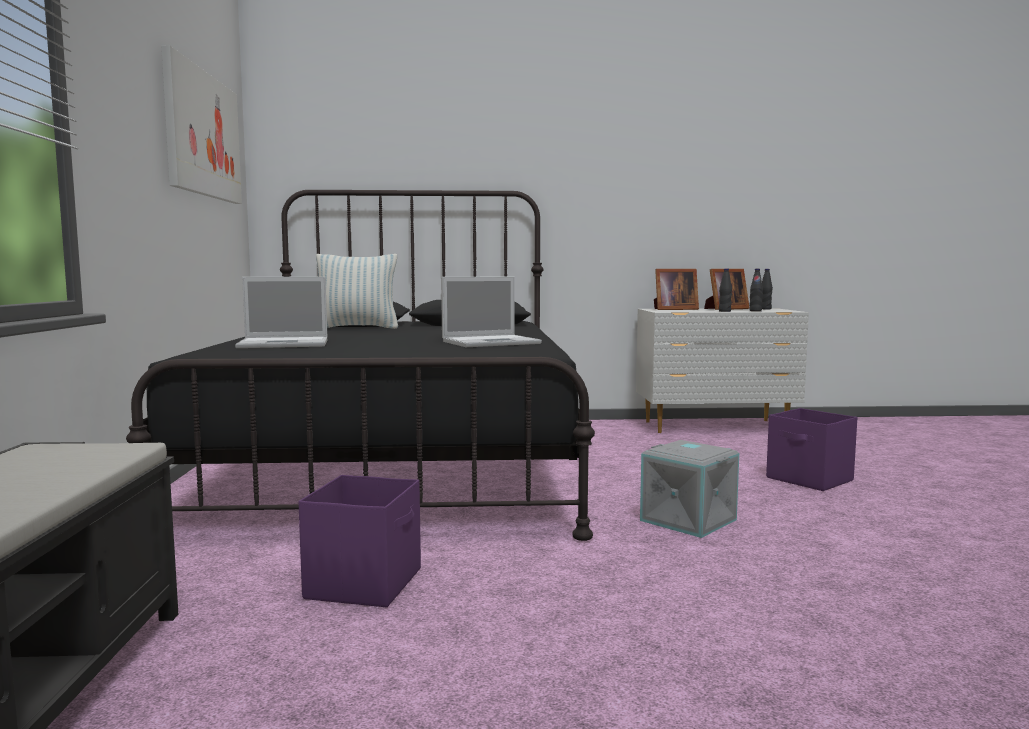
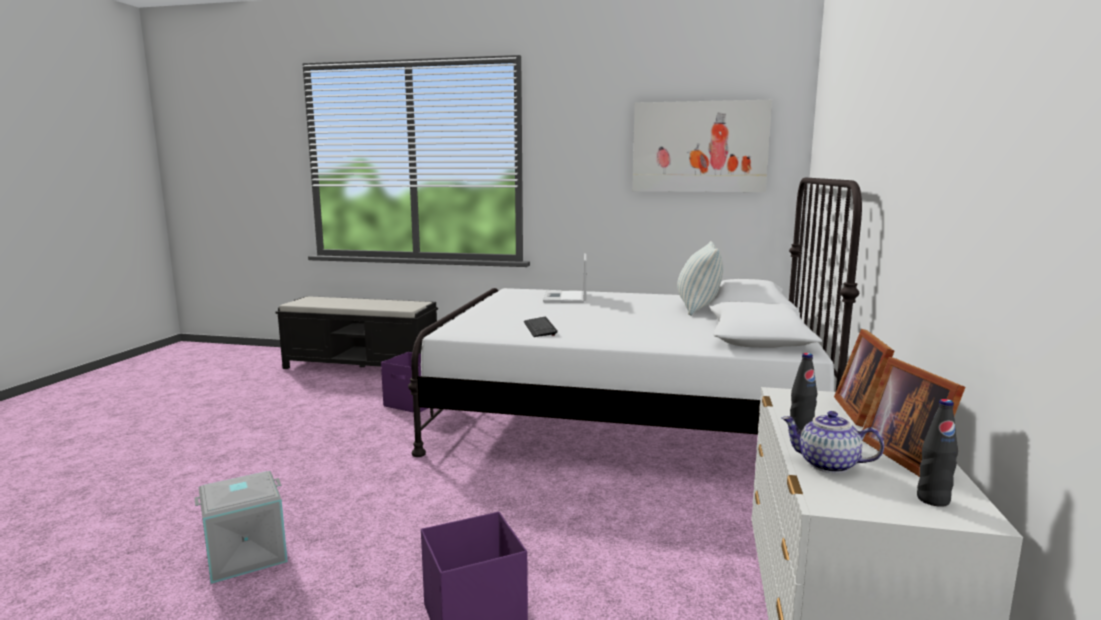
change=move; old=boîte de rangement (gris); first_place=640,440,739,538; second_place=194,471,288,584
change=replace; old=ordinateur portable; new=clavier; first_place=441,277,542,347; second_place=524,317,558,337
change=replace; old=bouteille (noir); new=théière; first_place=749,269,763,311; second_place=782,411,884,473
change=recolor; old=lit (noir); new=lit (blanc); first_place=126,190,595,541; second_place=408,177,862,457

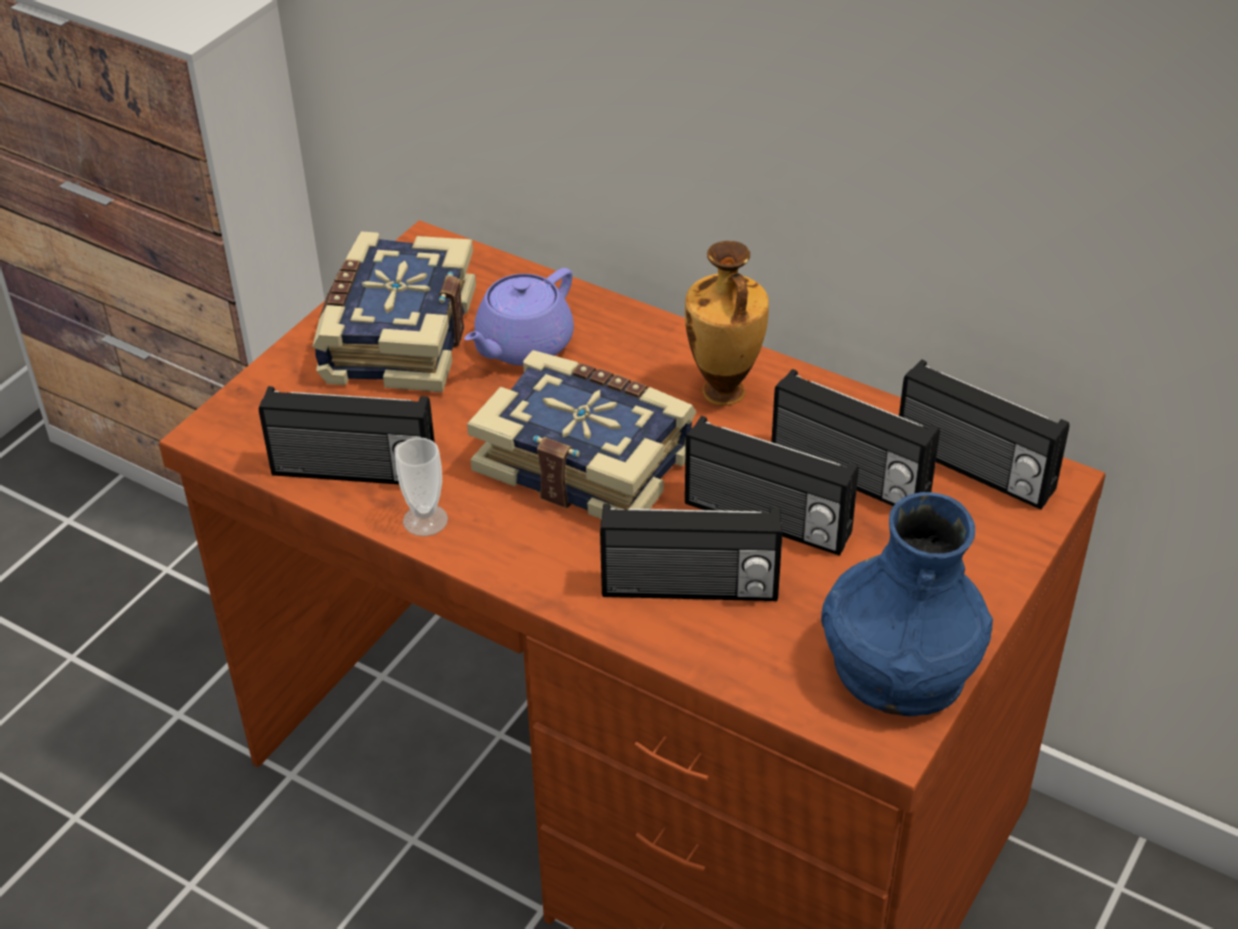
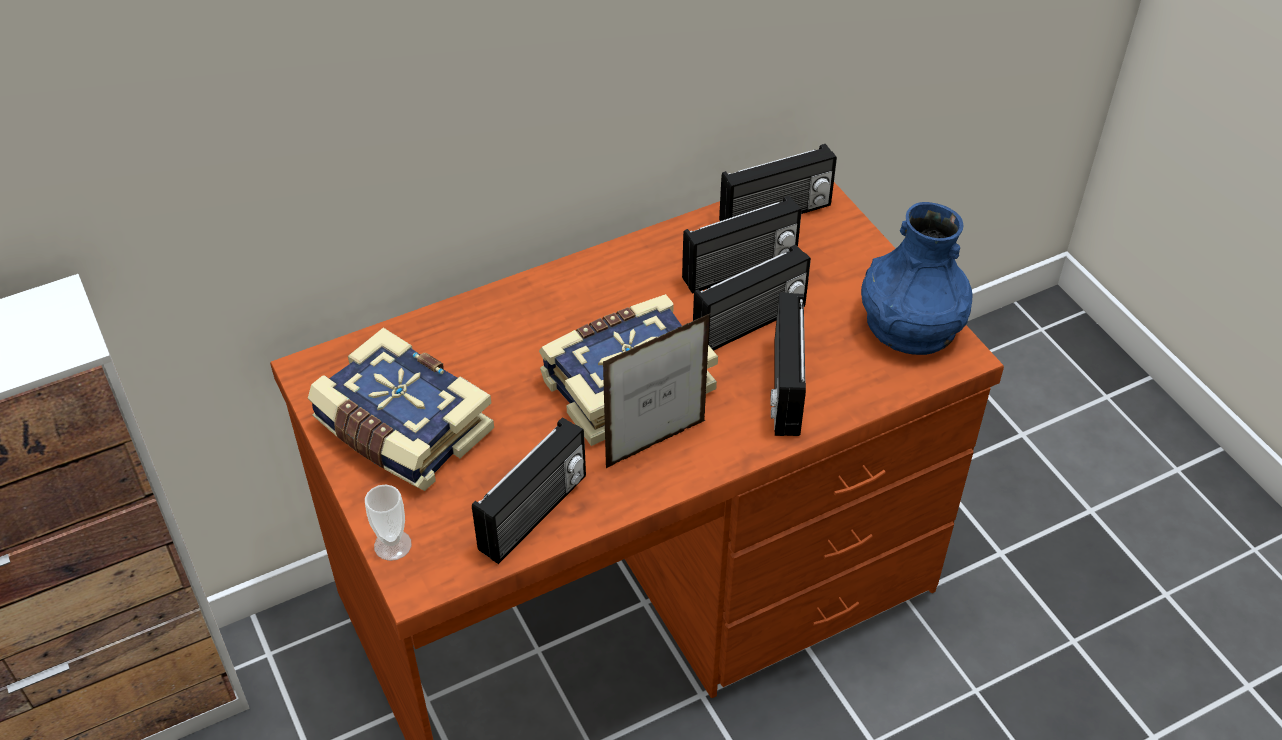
change=delete; old=théière (violet); first_place=464,268,574,366
change=delete; old=vase; first_place=685,241,769,406
change=insert; new=cadre photo; second_place=603,314,710,468
change=move; old=tasse; first_place=395,437,448,536; second_place=365,484,412,561
change=rotate; old=radio; first_place=600,504,782,601; second_place=770,292,806,436; degrees=150

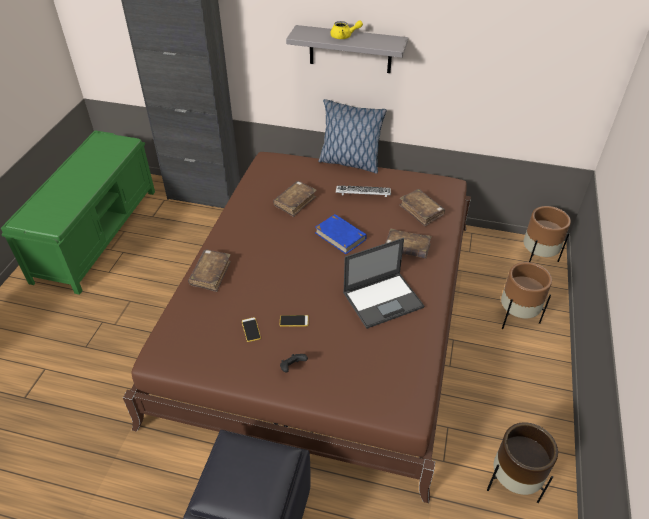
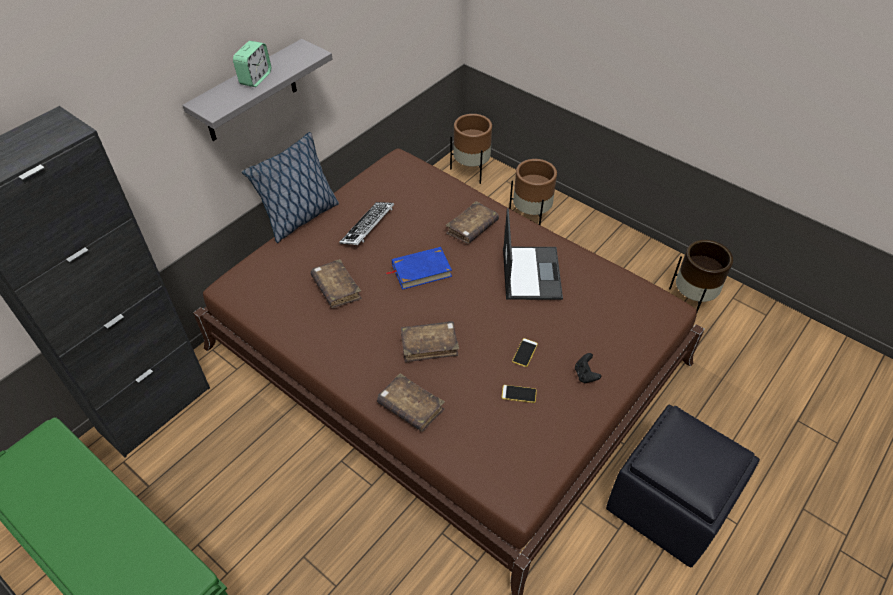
change=move; old=livre (marron); first_place=399,189,445,226; second_place=401,321,459,363
change=replace; old=théière (jaune); new=réveil; first_place=330,21,363,39; second_place=233,41,271,87

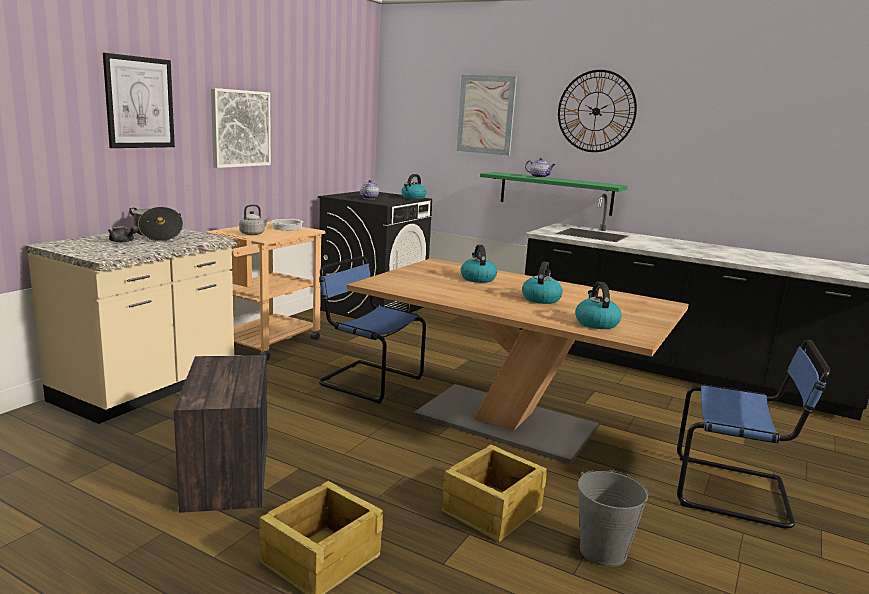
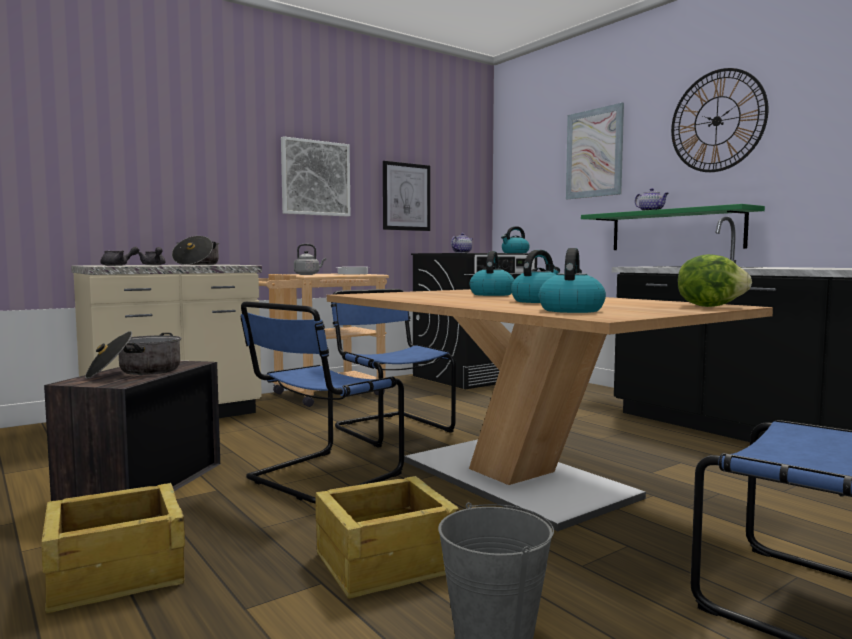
change=insert; new=marmite; second_place=85,331,181,379
change=insert; new=théière (gris); second_place=100,246,139,266
change=insert; new=chaise (bleu); second_place=240,302,404,503
change=insert; new=laitue; second_place=678,254,752,307
change=move; old=tableau; first_place=103,53,175,148; second_place=383,161,430,231

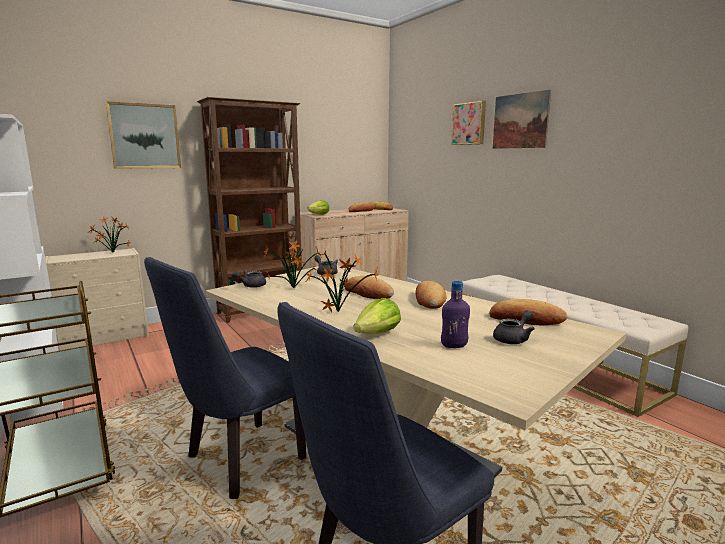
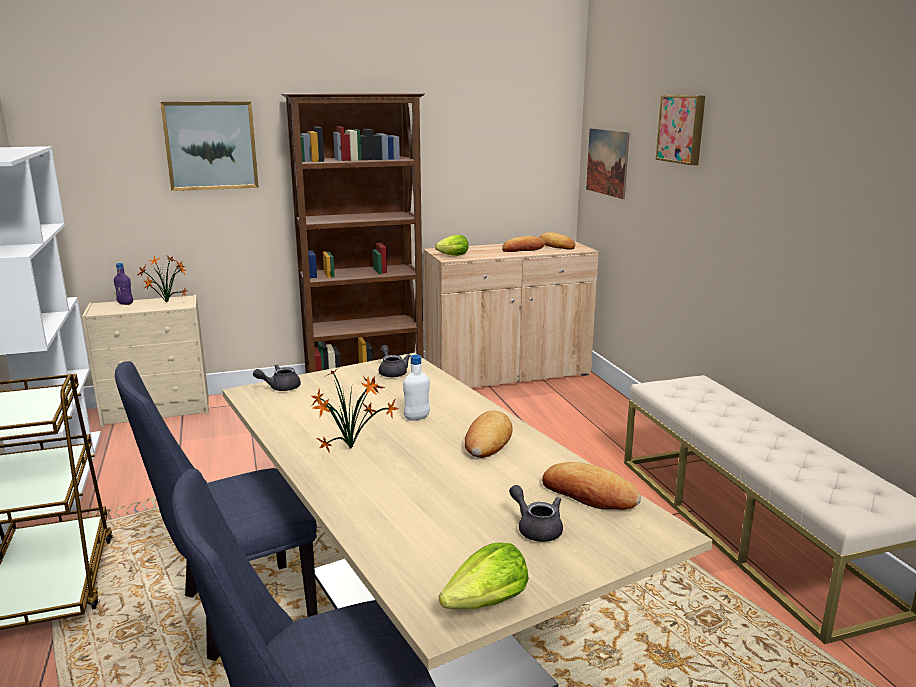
change=delete; old=plante en pot; first_place=263,233,322,288
change=move; old=laitue; first_place=353,298,401,334; second_place=439,543,529,609
change=move; old=bouteille (violet); first_place=441,281,470,348; second_place=114,263,133,305
change=move; old=tableau; first_place=493,90,551,149; second_place=586,128,629,199
change=replace; old=pain; new=bouteille (blanc); first_place=344,276,394,299; second_place=403,355,430,421
change=rotate; old=théière (gris); first_place=493,310,535,344; second_place=509,485,563,542; degrees=-105

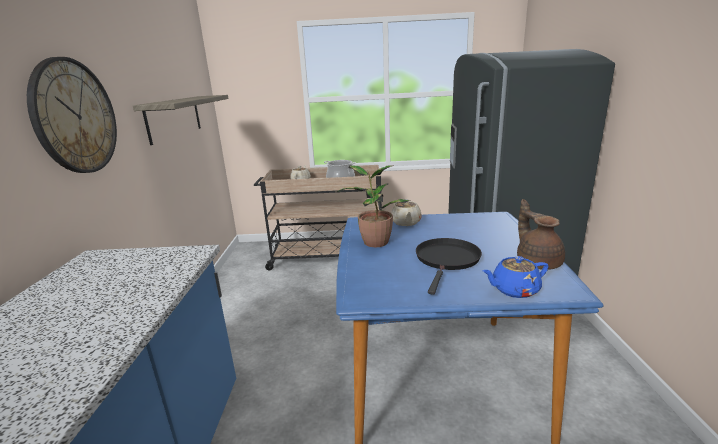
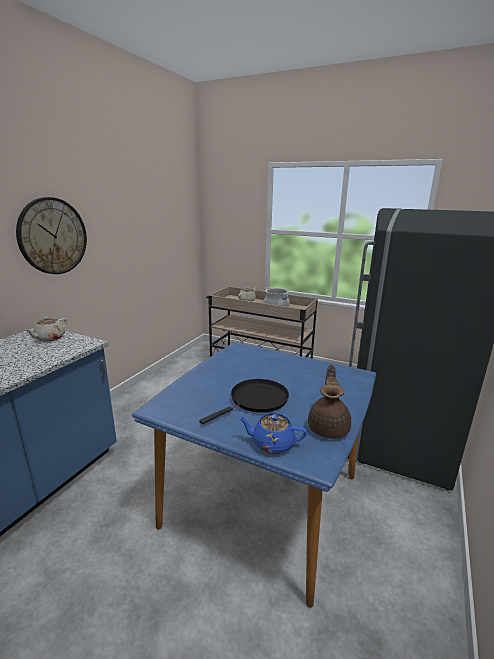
change=delete; old=étagère; first_place=133,95,228,145
change=delete; old=plante en pot; first_place=335,165,410,247
change=move; old=théière (beige); first_place=391,199,422,226; second_place=24,317,67,342

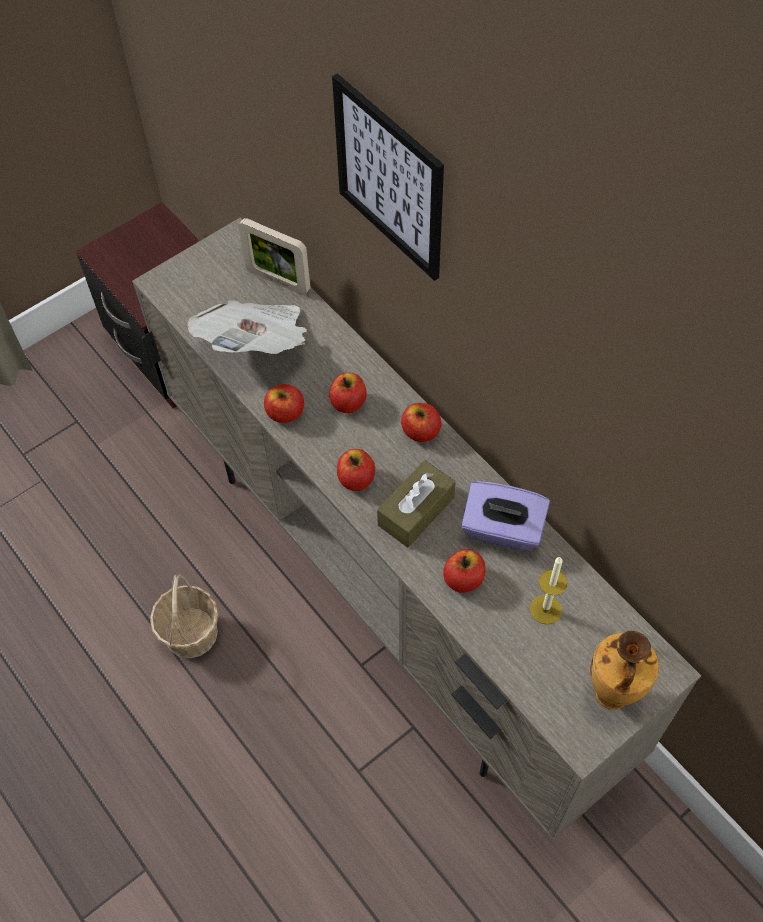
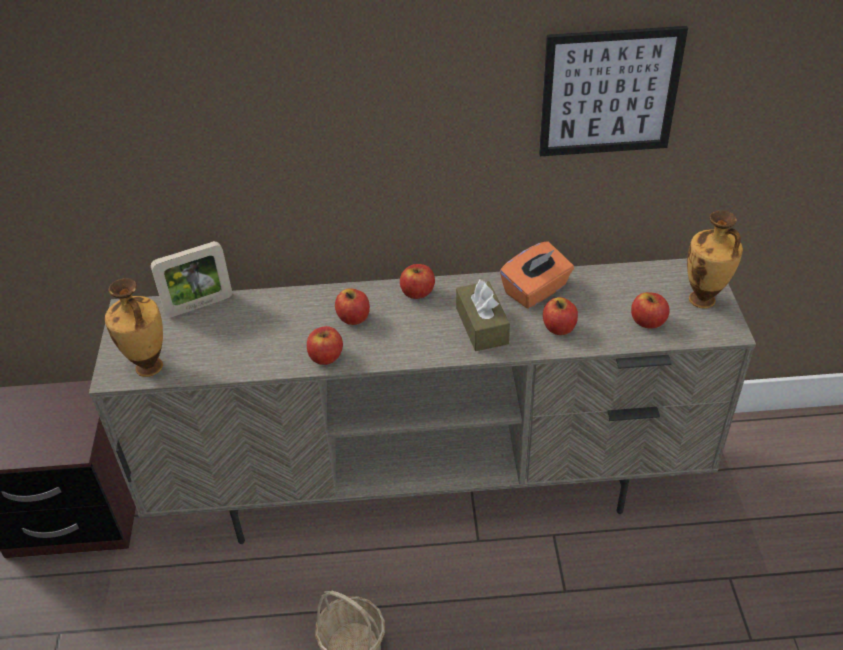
change=delete; old=journal; first_place=188,300,307,354
change=delete; old=bougie; first_place=530,557,567,624
change=insert; new=vase; second_place=105,278,163,377
change=move; old=tableau; first_place=332,73,444,281; second_place=539,26,688,156
change=move; old=pomme; first_place=337,449,375,491; second_place=631,292,670,329
change=recolor; old=boîte à mouchoirs (violet); new=boîte à mouchoirs (orange); first_place=461,482,550,551; second_place=500,241,574,309

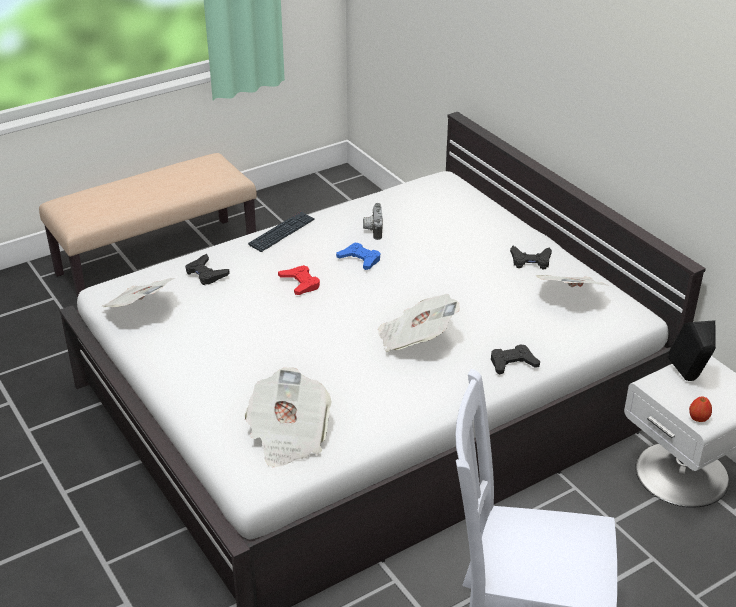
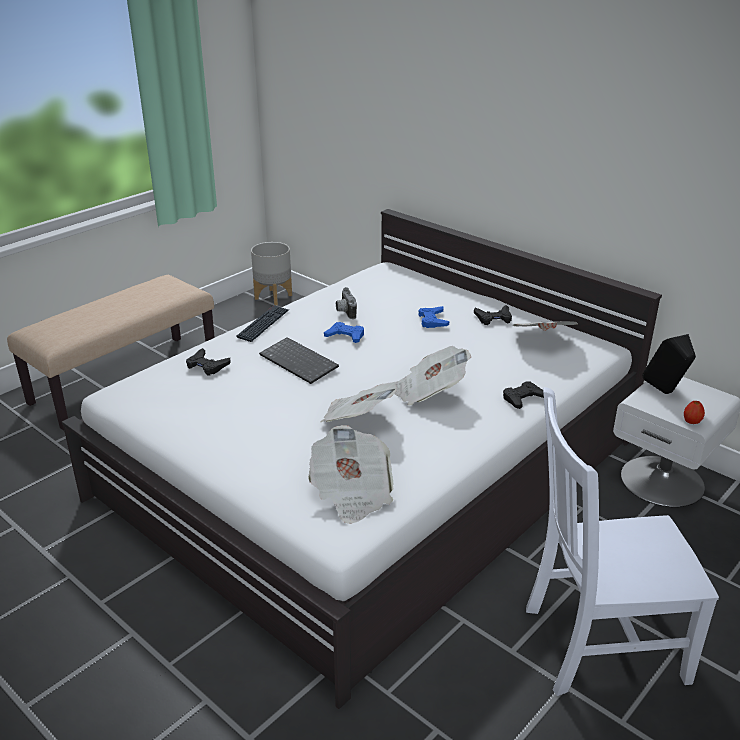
change=insert; new=cache-pot (gris); second_place=251,242,292,306
change=insert; new=manette (bleu); second_place=418,306,449,328
change=move; old=journal; first_place=101,278,175,307; second_place=320,382,397,422
change=replace; old=manette (rouge); new=clavier; first_place=278,265,320,295; second_place=259,337,339,384

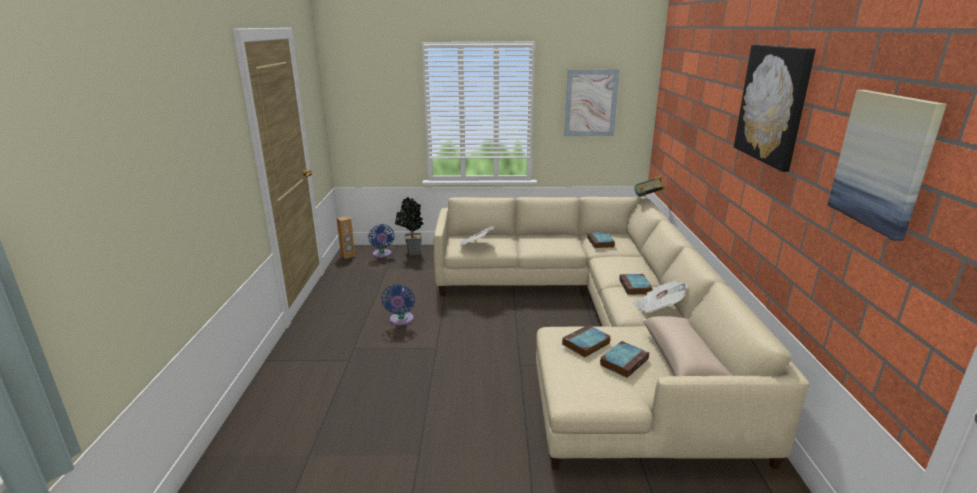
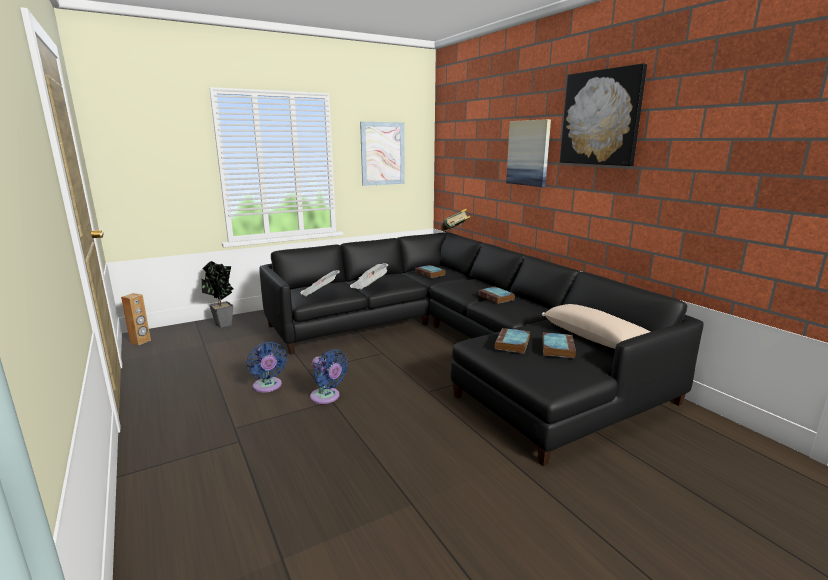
change=move; old=ventilateur (bleu); first_place=368,224,395,258; second_place=310,349,348,404
change=move; old=journal; first_place=633,281,688,314; second_place=350,263,388,290
change=move; old=tableau; first_place=828,90,947,241; second_place=506,119,551,187
change=recolor; old=canapé (beige); new=canapé (noir); first_place=434,197,809,470; second_place=260,232,704,466

